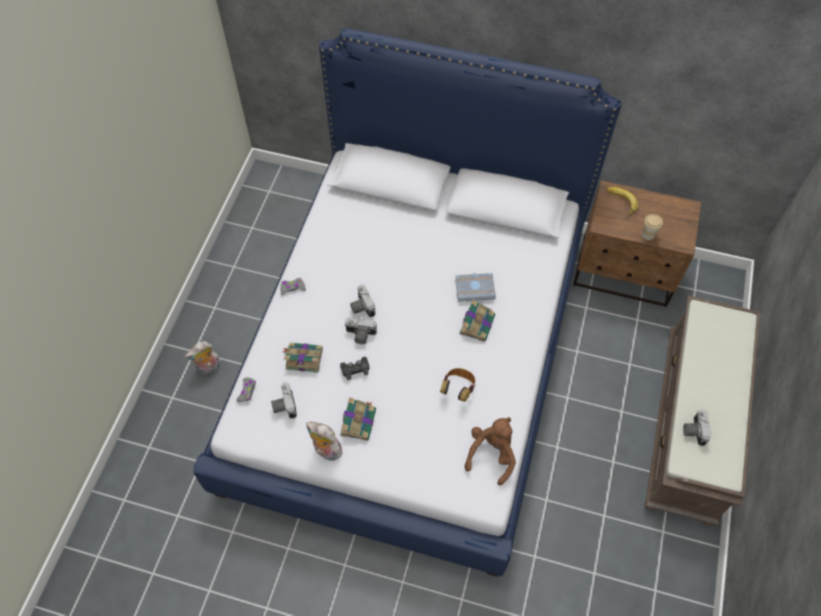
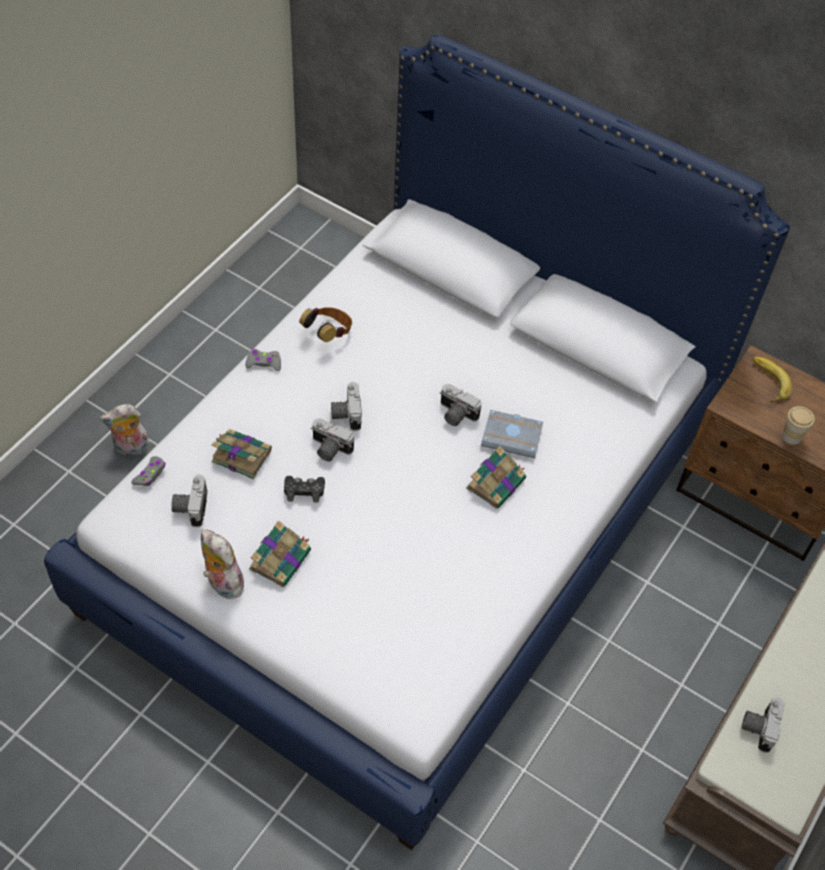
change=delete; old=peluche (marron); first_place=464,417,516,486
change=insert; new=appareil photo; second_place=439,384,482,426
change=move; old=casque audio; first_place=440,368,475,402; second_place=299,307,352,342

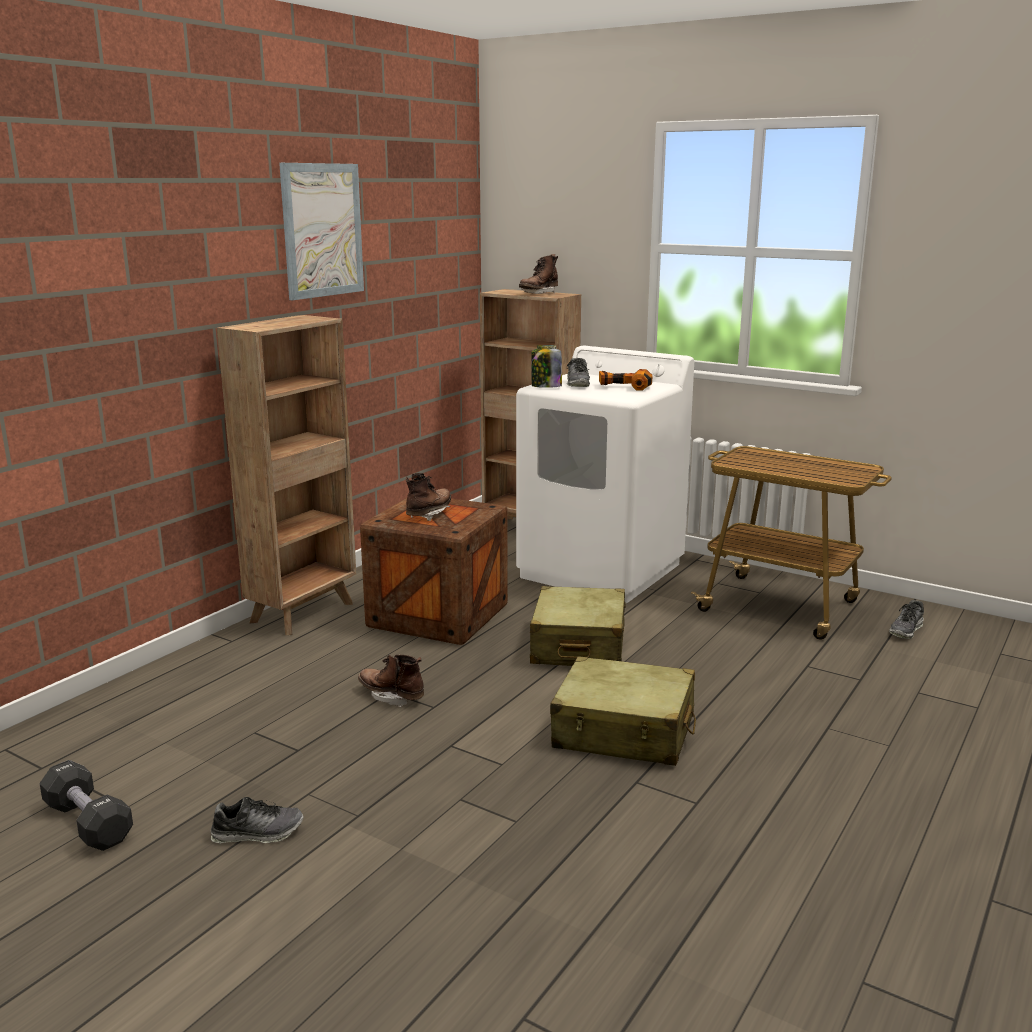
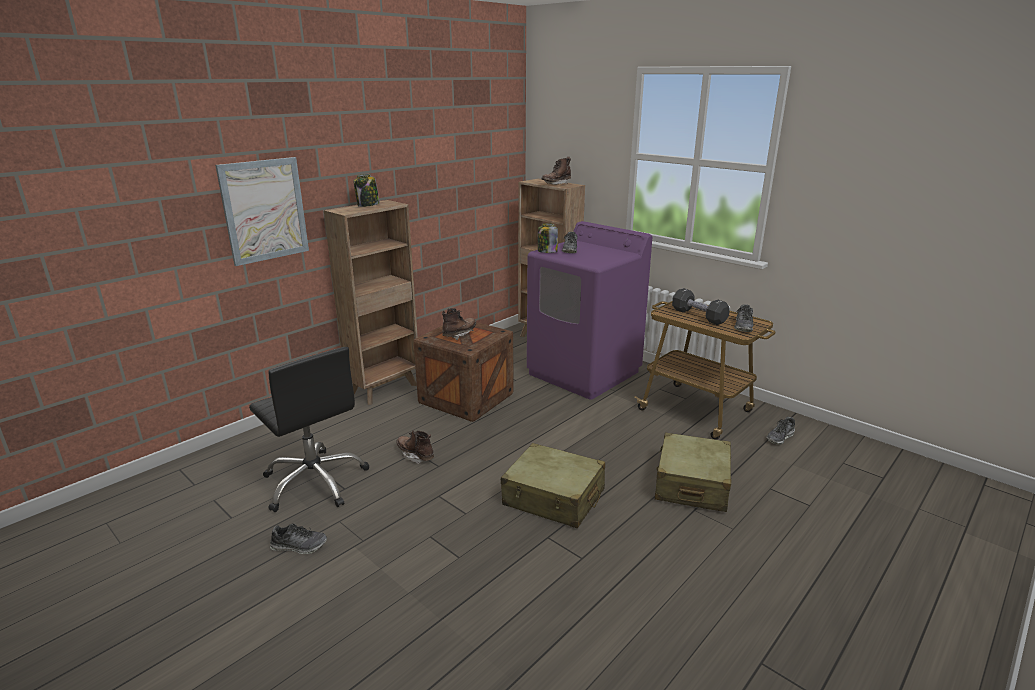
change=delete; old=perceuse; first_place=599,369,652,391
change=insert; new=chaise de bureau (noir); second_place=249,347,370,512
change=insert; new=bocal; second_place=353,174,380,207
change=insert; new=chaussure; second_place=734,304,754,332
change=move; old=haltère (noir); first_place=40,760,133,851; second_place=672,288,730,325
change=move; old=tableau; first_place=279,163,364,300; second_place=215,157,309,266
change=move; old=valise (beige); first_place=530,586,626,666; second_place=655,432,732,512
change=recolor; old=lave-linge (blanc); new=lave-linge (violet); first_place=516,346,694,603; second_place=527,221,652,400

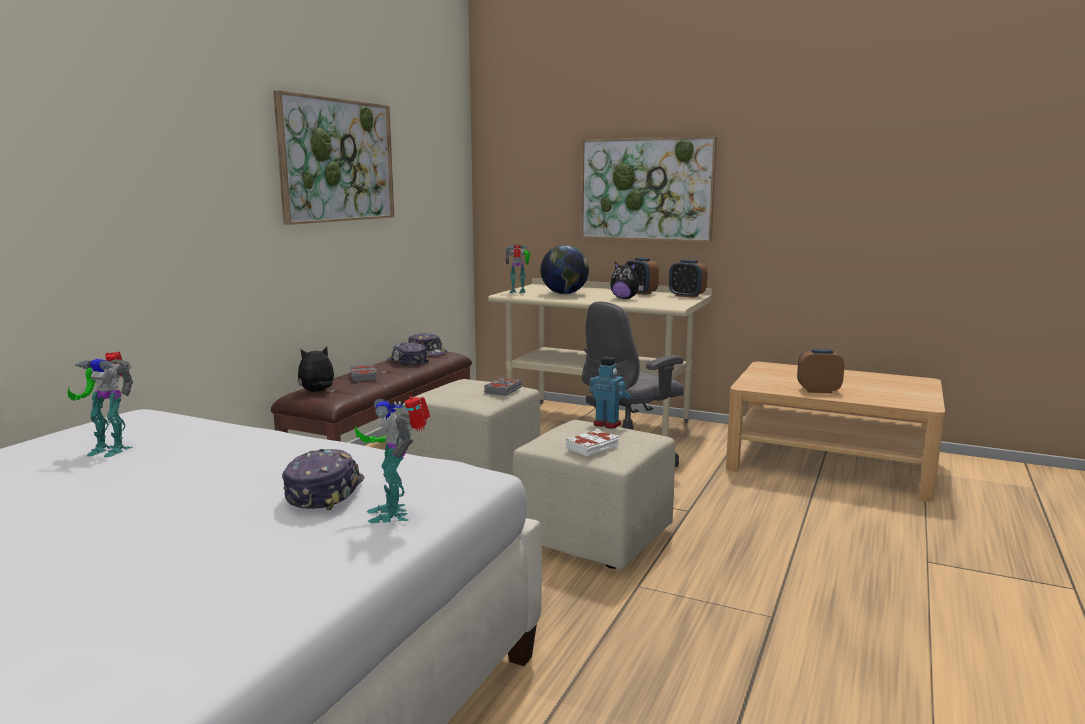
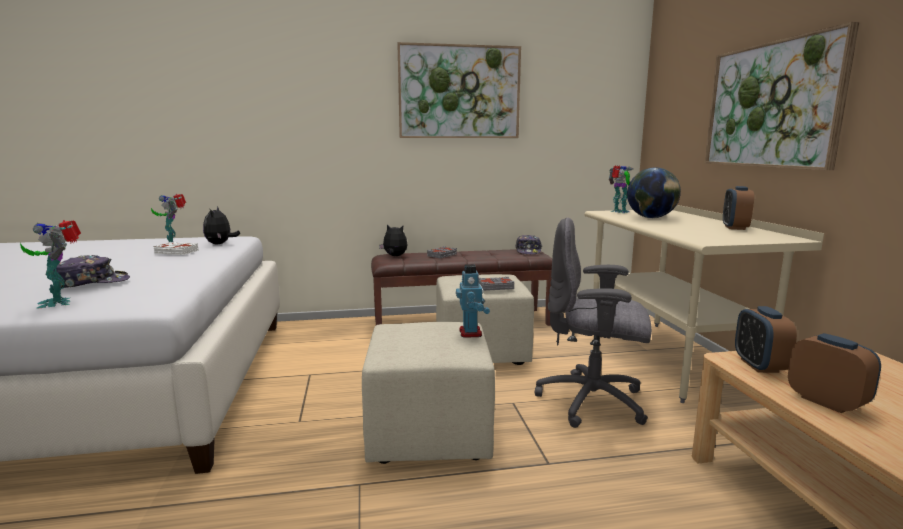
change=delete; old=casquette; first_place=386,342,429,365
change=move; old=livre (blanc); first_place=566,429,619,456; second_place=153,242,199,255
change=move; old=peluche; first_place=610,262,644,299; second_place=203,206,240,244
change=move; old=réveil; first_place=669,260,707,298; second_place=735,306,797,373
change=rotate; old=robot jouet; first_place=355,396,430,523; second_place=20,220,81,308; degrees=-75

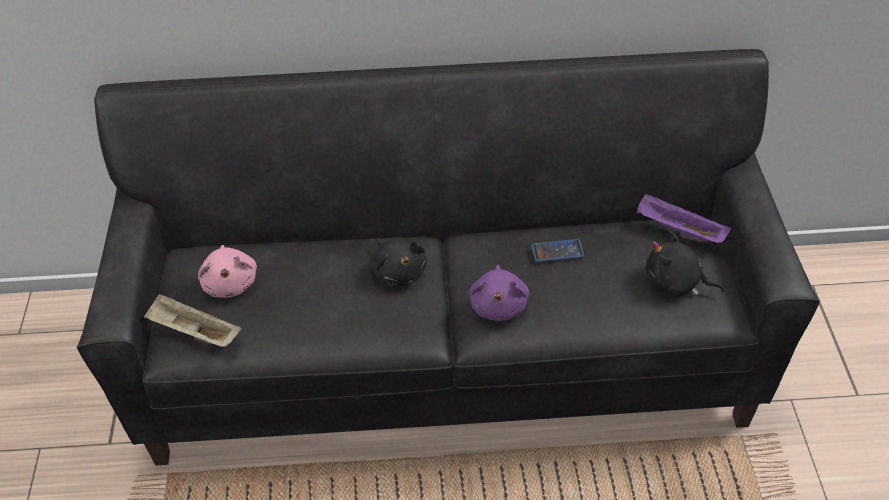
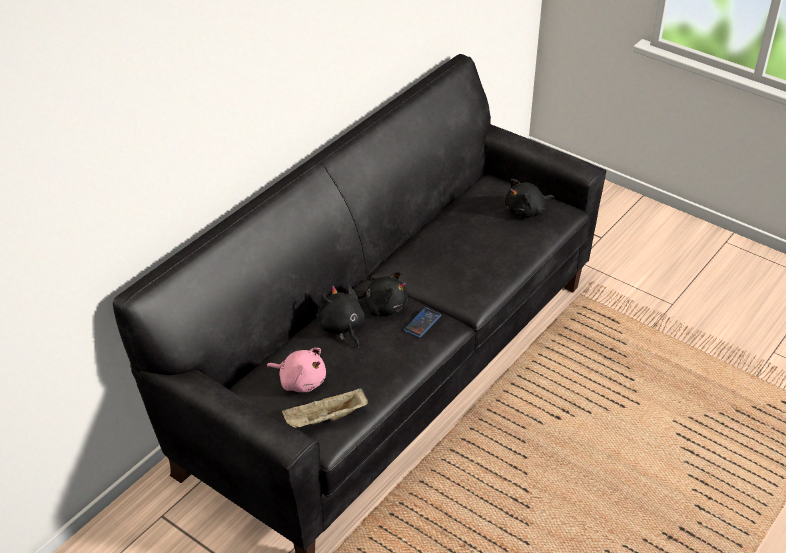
change=delete; old=peluche (violet); first_place=469,265,529,321
change=delete; old=plateau (violet); first_place=637,193,731,243
change=insert; new=peluche (noir); second_place=318,286,365,348
change=move; old=téléphone; first_place=531,239,584,262; second_place=404,307,441,338

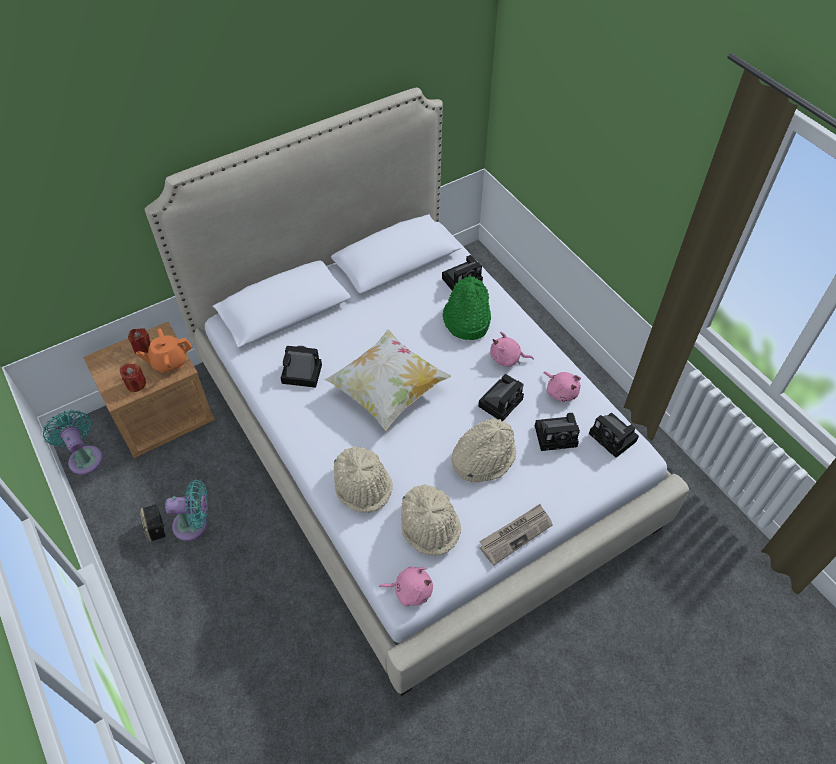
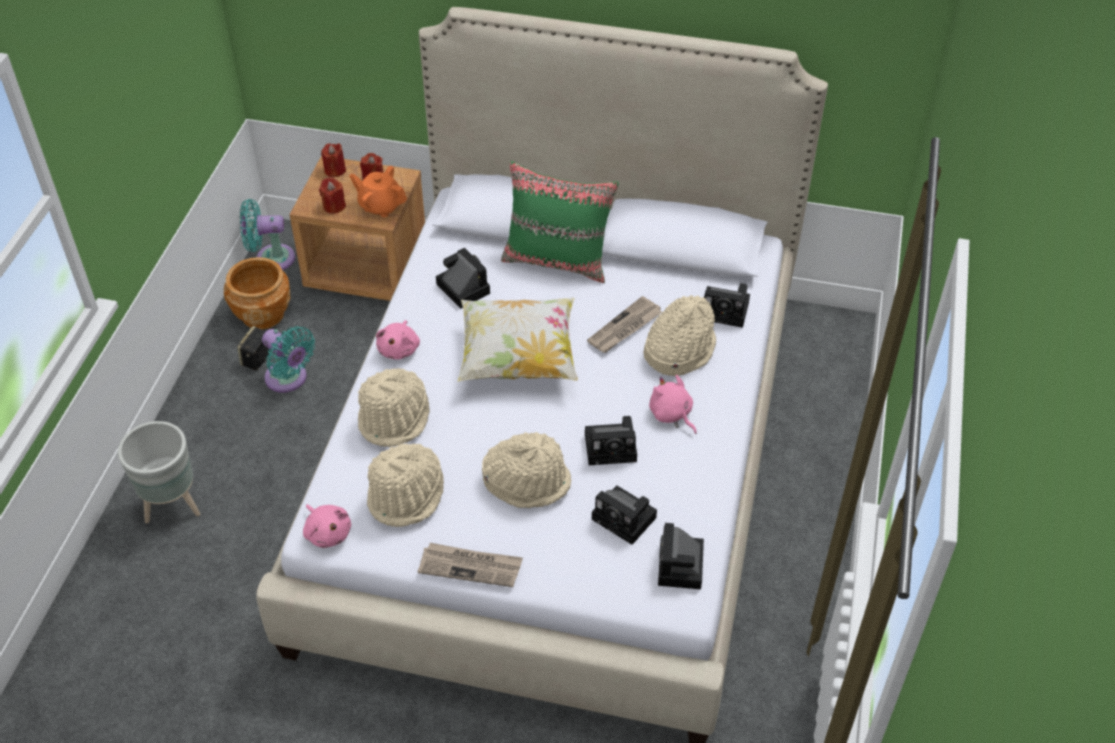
change=insert; new=cache-pot (gris); second_place=118,421,200,523
change=insert; new=cache-pot (marron); second_place=224,257,290,330
change=insert; new=bougie (rouge); second_place=321,143,346,177
change=insert; new=coussin (vert); second_place=501,161,619,283
change=insert; new=journal; second_place=587,296,662,353
change=move; old=peluche (rose); first_place=543,371,581,402; second_place=376,320,420,359
change=recolor; old=chapeau (vert); new=chapeau (beige); first_place=443,276,491,340; second_place=643,295,716,376
change=rotate; old=ventilateur (turquoise); first_place=43,410,103,475; second_place=240,199,295,270; degrees=-105

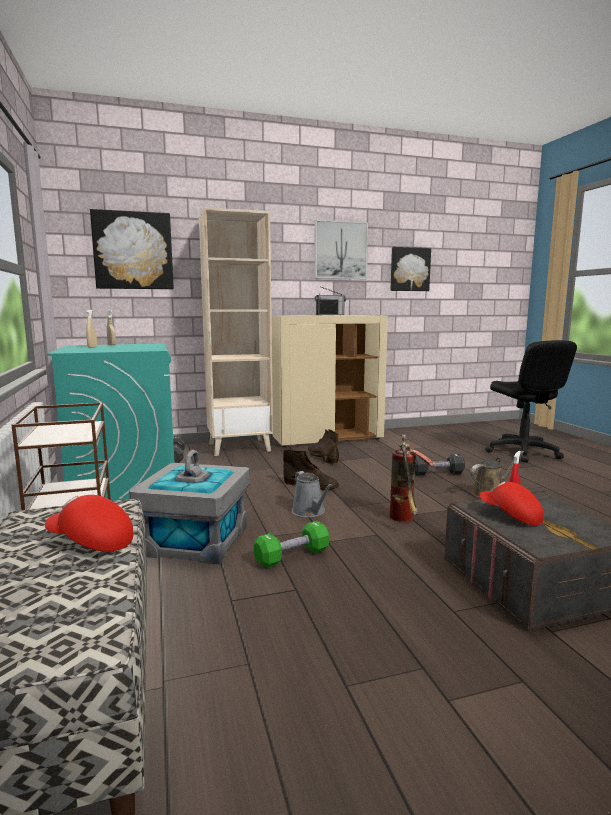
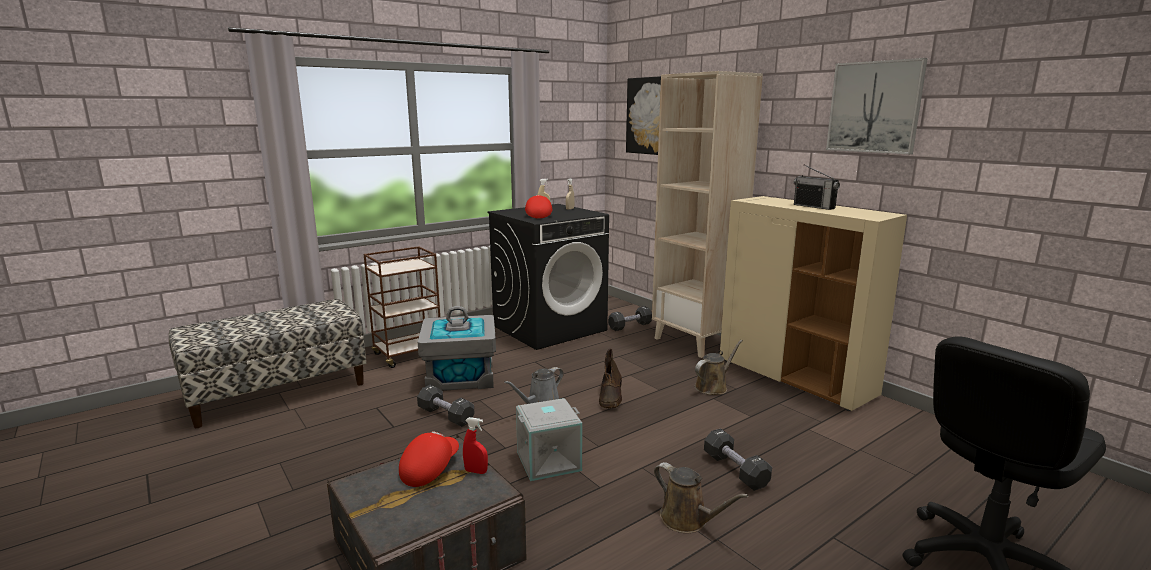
change=delete; old=tableau; first_place=391,247,431,291
change=move; old=casquette (rouge); first_place=45,495,133,552; second_place=525,195,552,219
change=replace; old=botte (marron); new=arrosoir (marron); first_place=308,429,339,464; second_place=695,340,743,395
change=replace; old=extincteur; new=boîte de rangement (gris); first_place=390,434,433,522; second_place=516,398,582,481
change=recolor; old=lave-linge (turquoise); new=lave-linge (noir); first_place=47,344,175,501; second_place=487,204,609,350
change=recolor; old=haltère (vert); new=haltère (noir); first_place=254,521,329,568; second_place=417,385,475,427

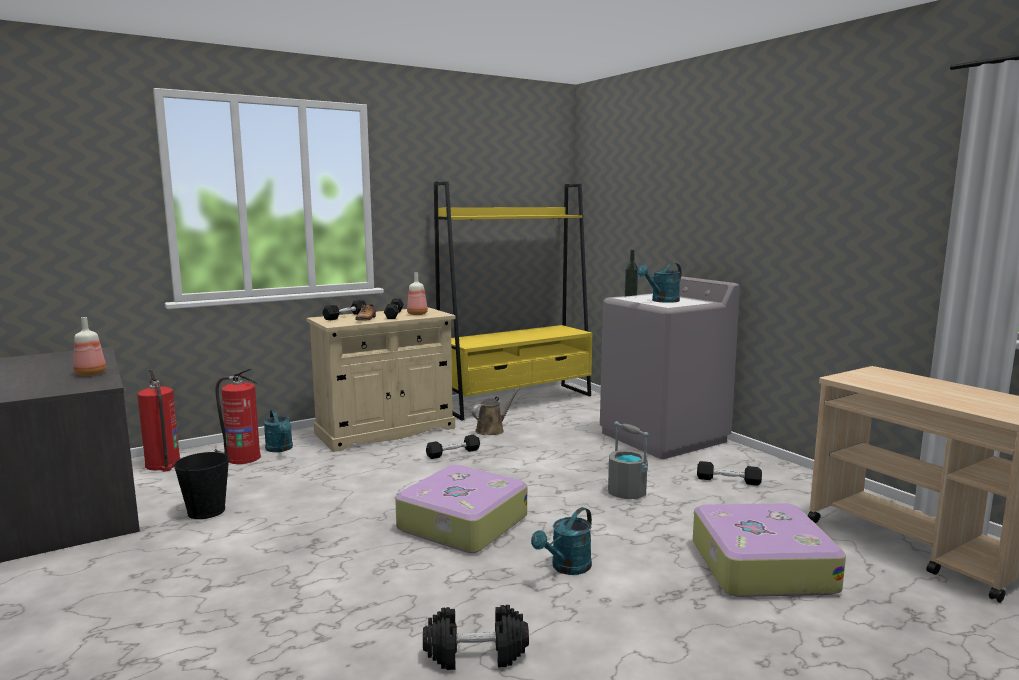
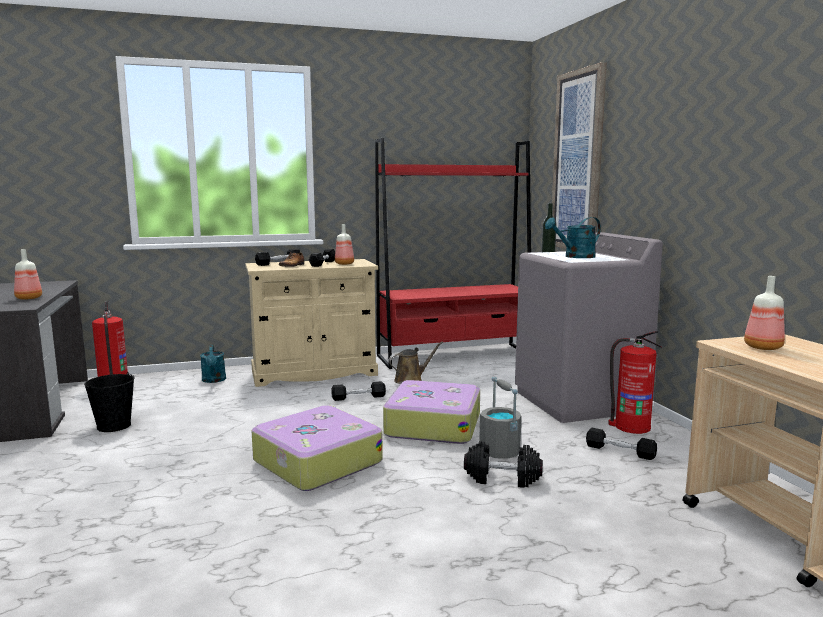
change=delete; old=arrosoir (turquoise); first_place=531,507,592,575
change=insert; new=tableau; second_place=552,62,607,249
change=insert; new=bouteille; second_place=744,276,785,350
change=move; old=extincteur; first_place=215,368,261,464; second_place=608,331,662,434
change=move; old=haltère (noir); first_place=423,605,529,670; second_place=464,441,543,488
change=move; old=valise; first_place=693,503,846,597; second_place=383,380,480,444
change=recolor; old=bibliothèque (jaune); new=bibliothèque (rouge); first_place=434,181,592,421; second_place=375,138,531,369

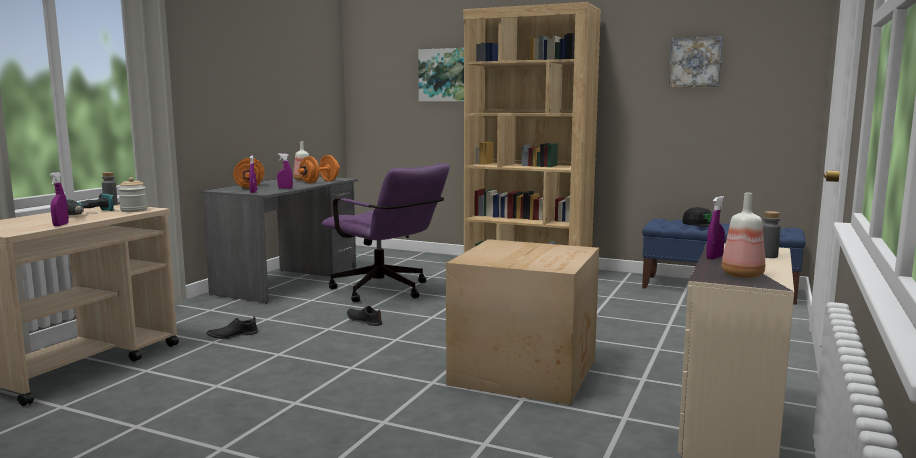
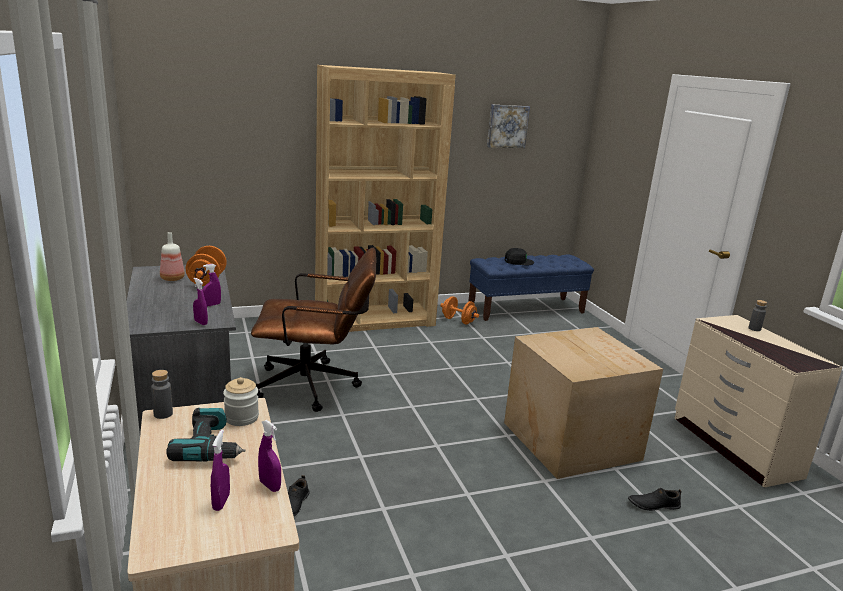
change=delete; old=tableau; first_place=418,48,464,101
change=delete; old=bouteille; first_place=721,193,765,278
change=move; old=haltère (orange); first_place=233,158,264,188; second_place=440,296,479,324
change=move; old=chaussure (noir); first_place=347,306,382,326; second_place=628,488,682,511
change=move; old=vaporisateur (violet); first_place=706,196,725,260; second_place=211,430,230,511
change=recolor; old=chaise de bureau (violet); new=chaise de bureau (marron); first_place=321,163,450,302; second_place=251,248,377,412

